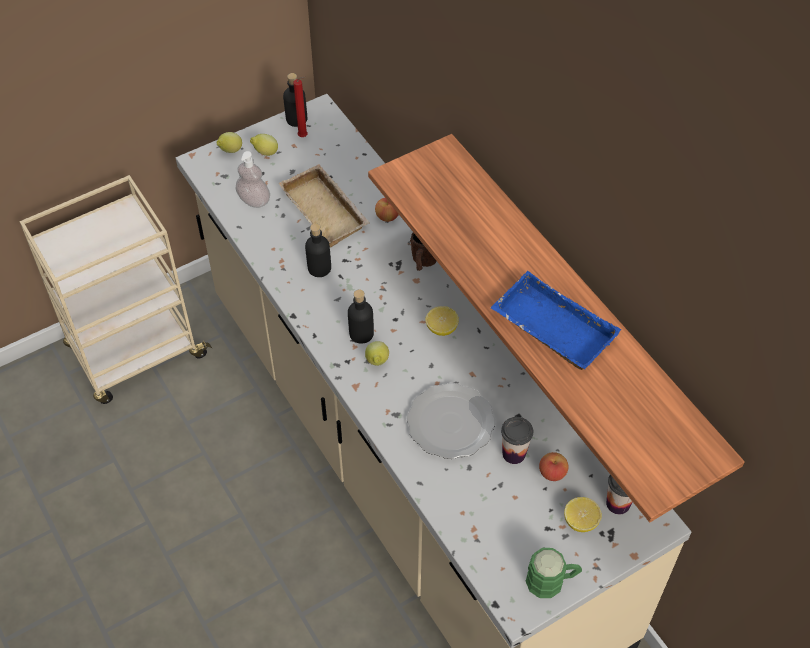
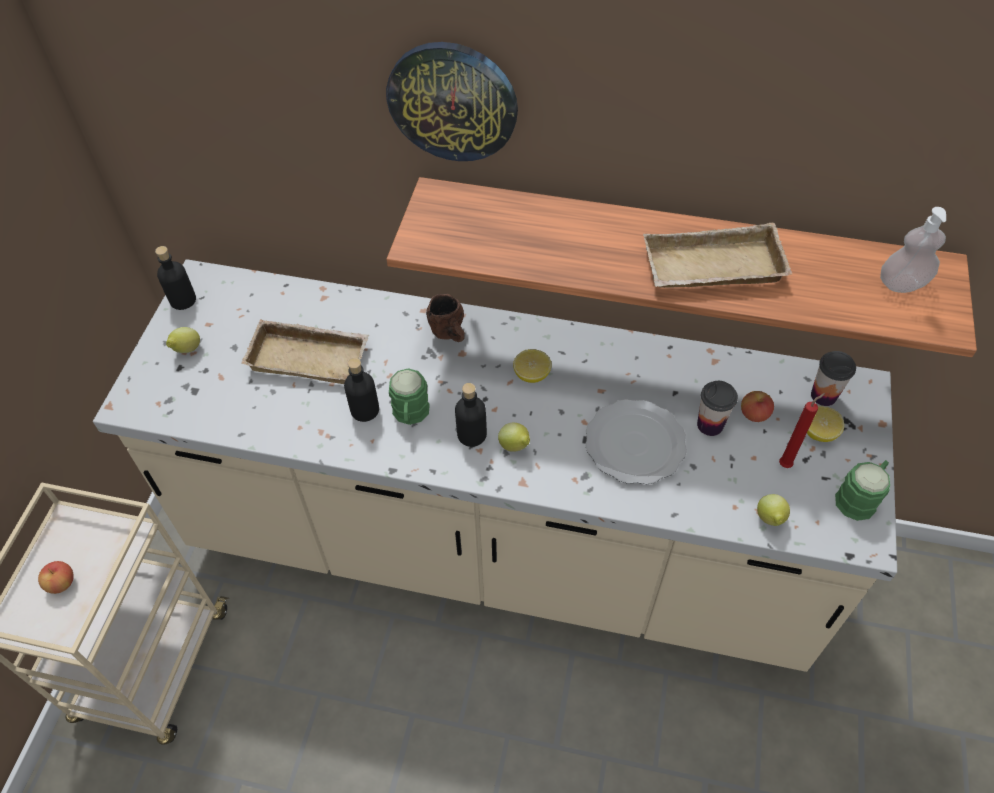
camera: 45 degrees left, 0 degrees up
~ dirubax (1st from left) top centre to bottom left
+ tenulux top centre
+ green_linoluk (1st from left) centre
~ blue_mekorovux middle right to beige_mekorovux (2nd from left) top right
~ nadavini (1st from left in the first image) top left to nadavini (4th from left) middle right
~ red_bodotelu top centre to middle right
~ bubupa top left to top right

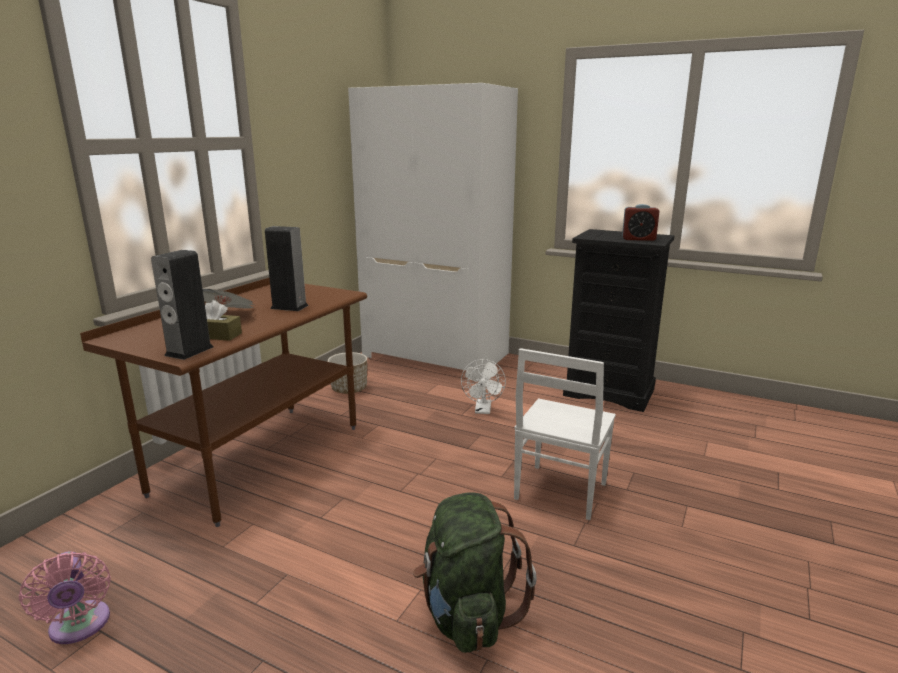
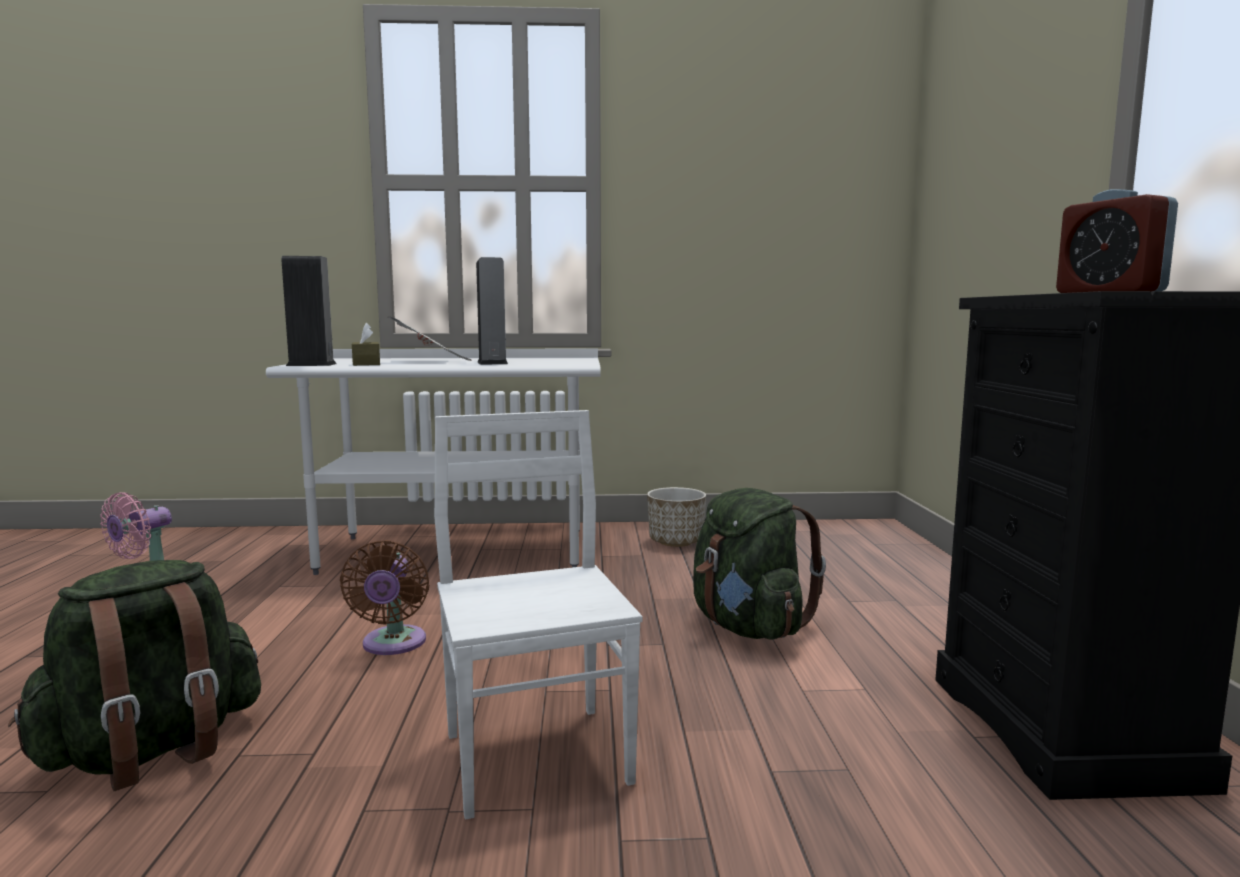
camera: 60 degrees right, 10 degrees down
~ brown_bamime middle left to white_bamime centre
+ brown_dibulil bottom left
~ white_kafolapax centre = bottom centre 75 degrees clockwise
~ white_dibulil centre to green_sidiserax (2nd from left) centre
- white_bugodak centre

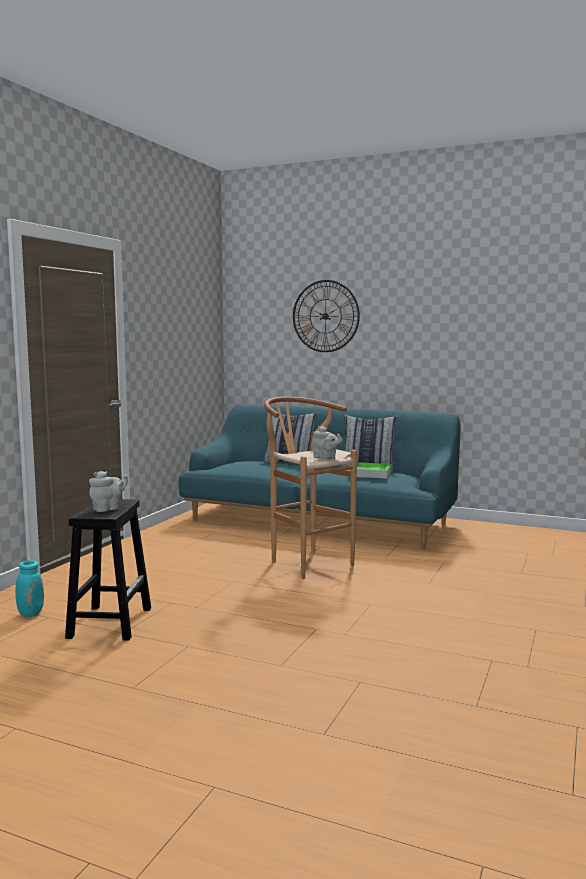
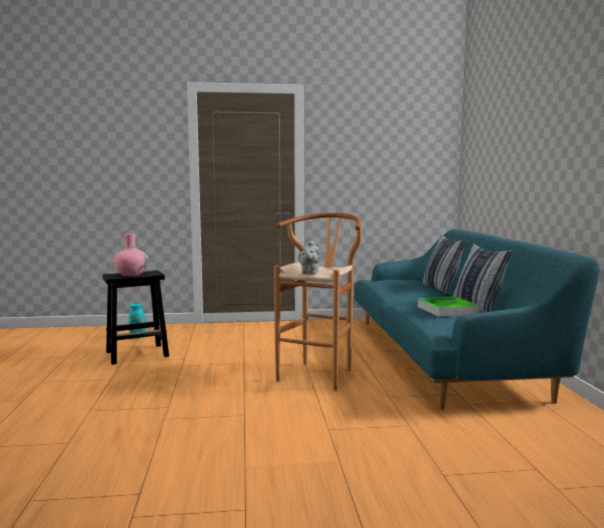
camera: 60 degrees right, 0 degrees up
~ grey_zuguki (1st from left) middle left to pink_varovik middle left
- tenulux centre

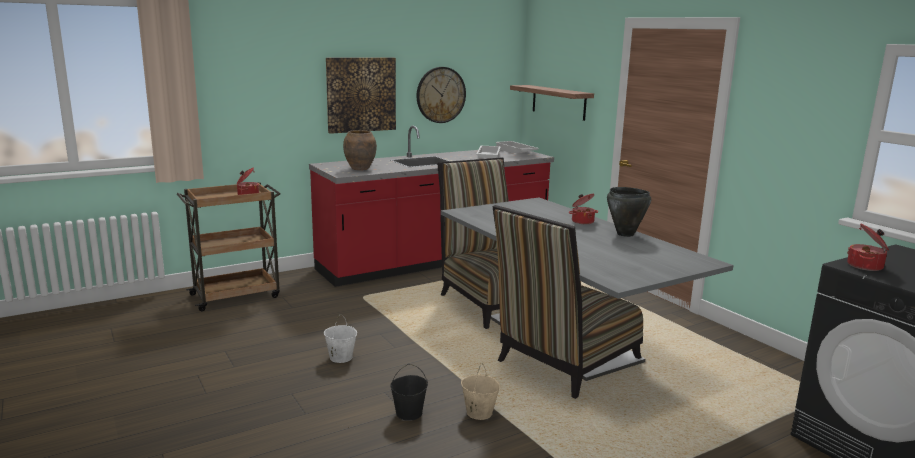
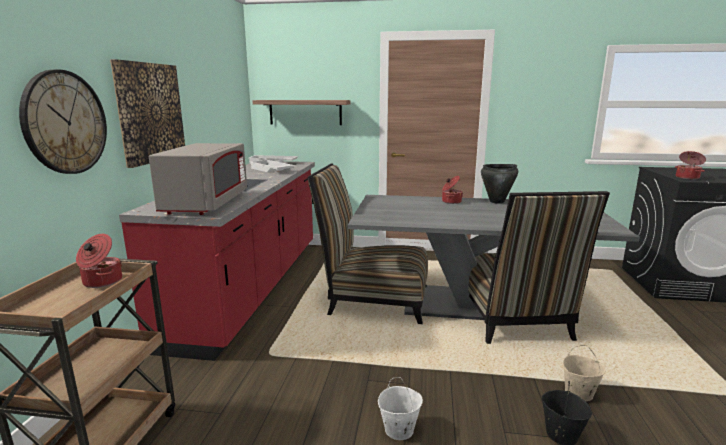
camera: 50 degrees left, 0 degrees up
~ tenulux top centre to top left
~ brown_varovik top centre to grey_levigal middle left

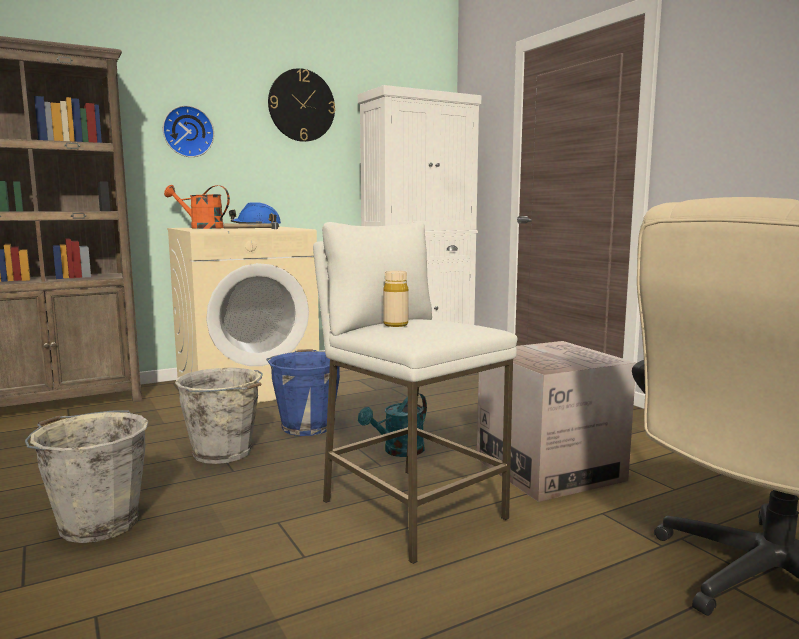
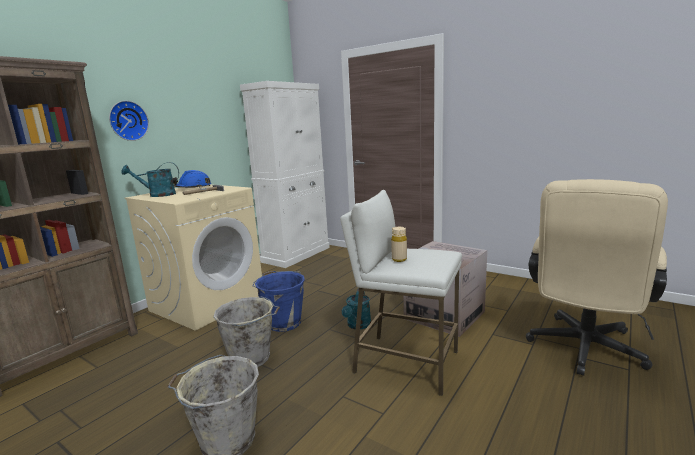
camera: 25 degrees left, 5 degrees up
~ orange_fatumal top left to turquoise_fatumal (1st from left) middle left
- tenulux (2nd from left) top centre

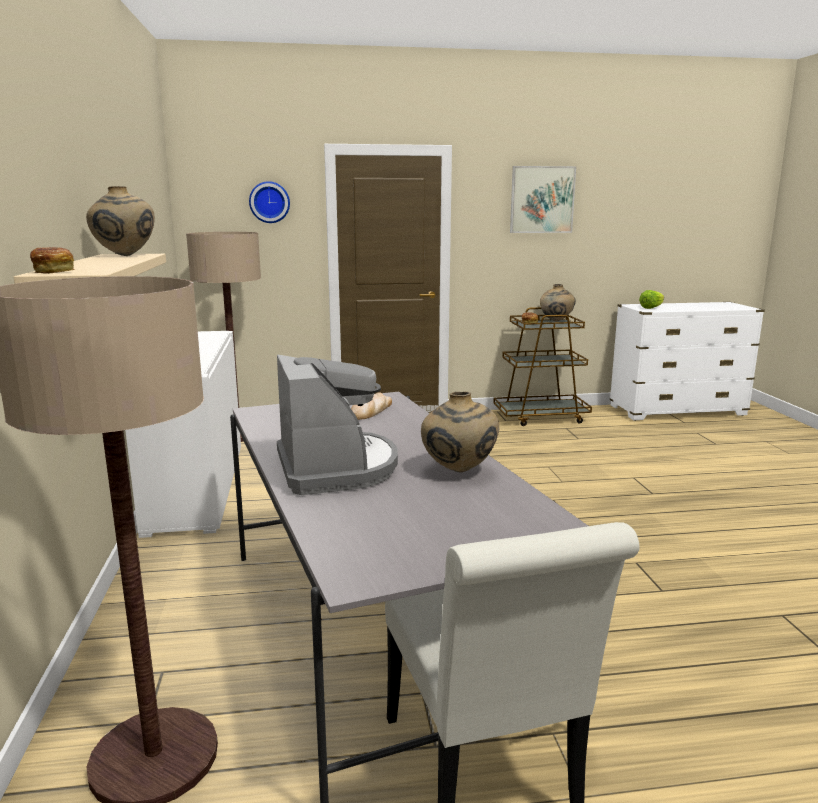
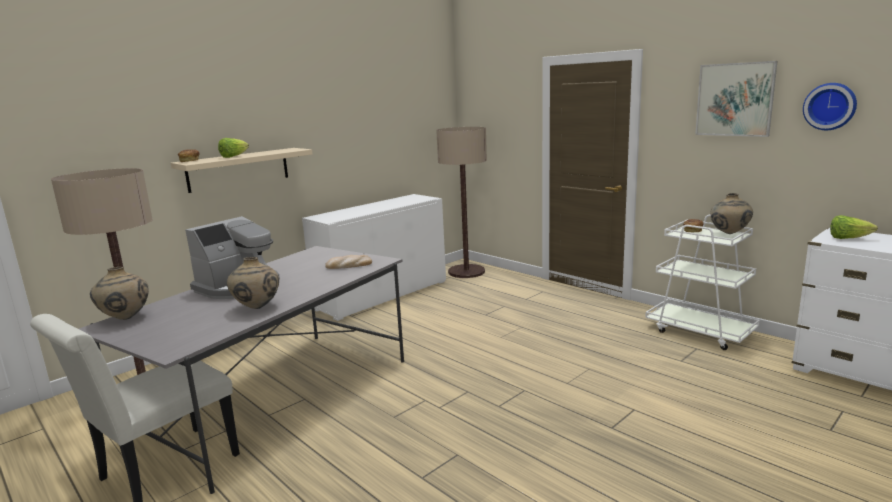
camera: 55 degrees right, 0 degrees up
~ beige_varovik (1st from left) top left to middle left
+ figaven (1st from left) top left
~ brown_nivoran centre to white_nivoran middle right
~ tenulux top left to top right

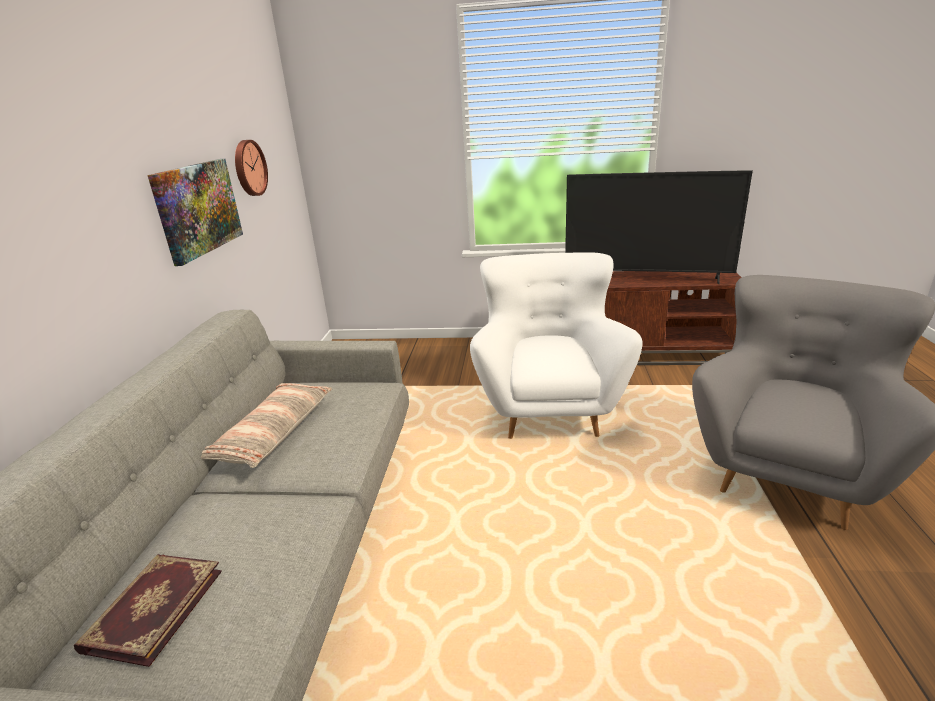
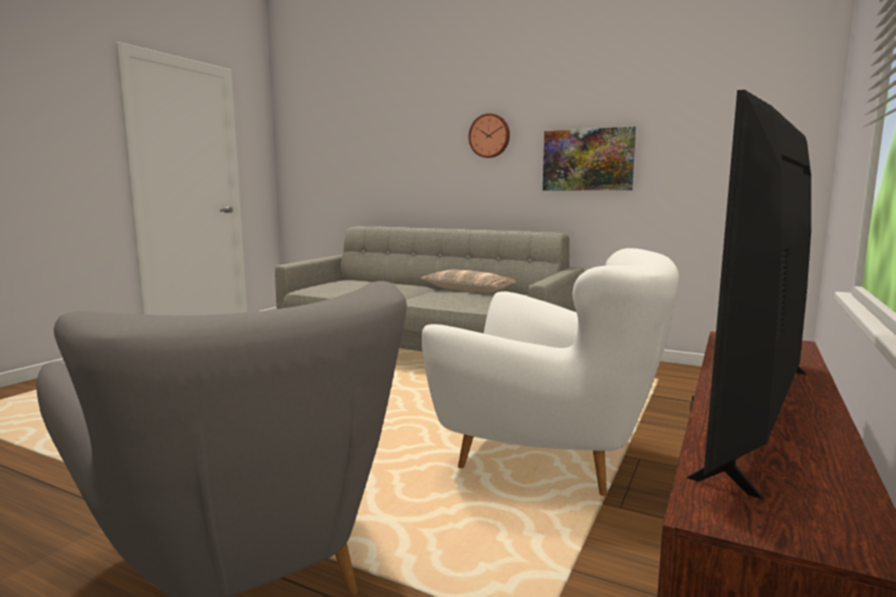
camera: 110 degrees right, 15 degrees down
~ tenulux top left to top centre
- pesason bottom left

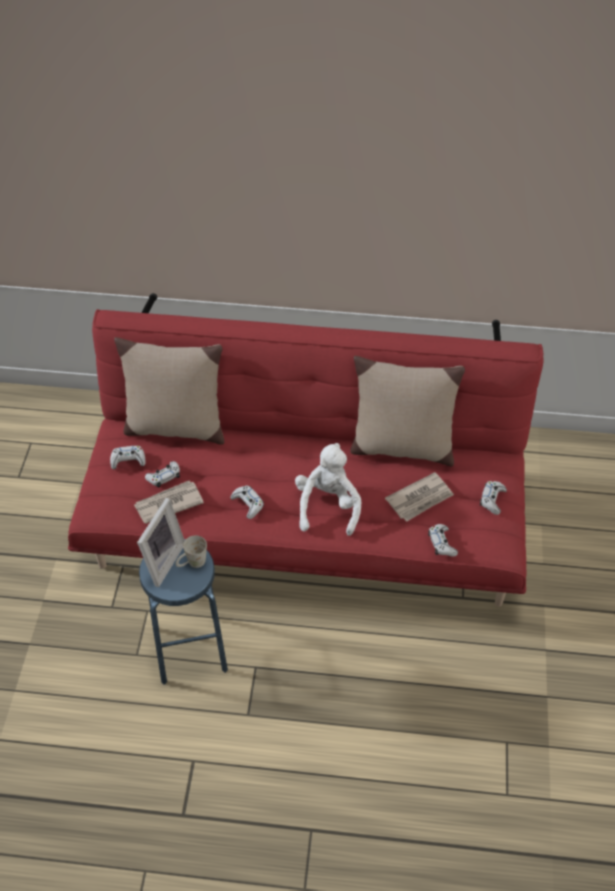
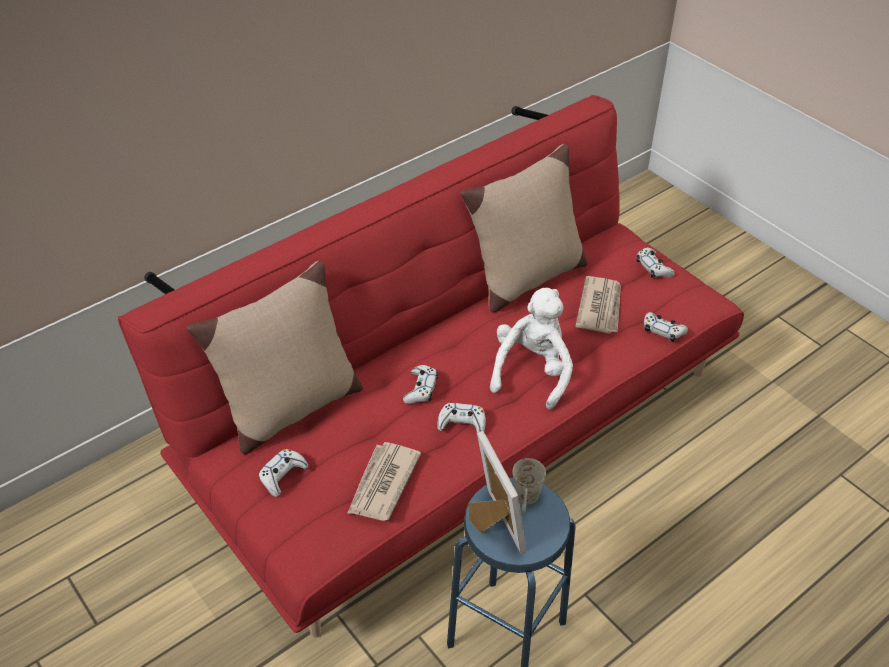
camera: 45 degrees left, 5 degrees down
~ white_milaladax (2nd from left) middle left to centre
~ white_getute centre = centre 60 degrees clockwise

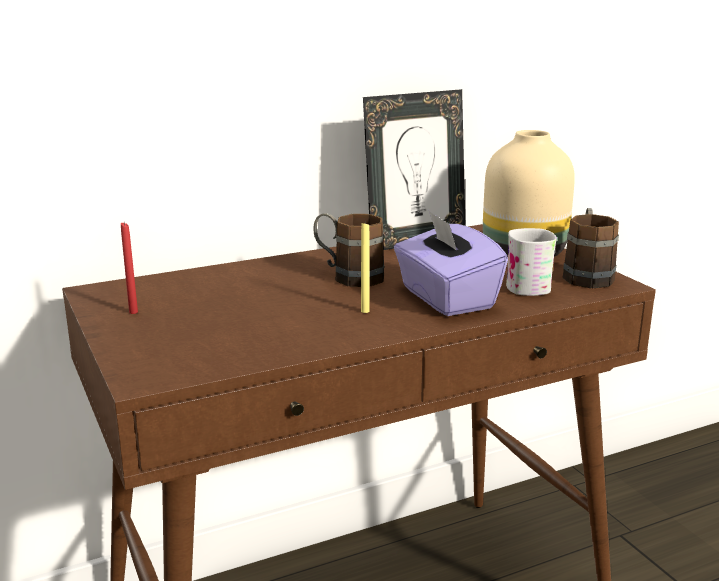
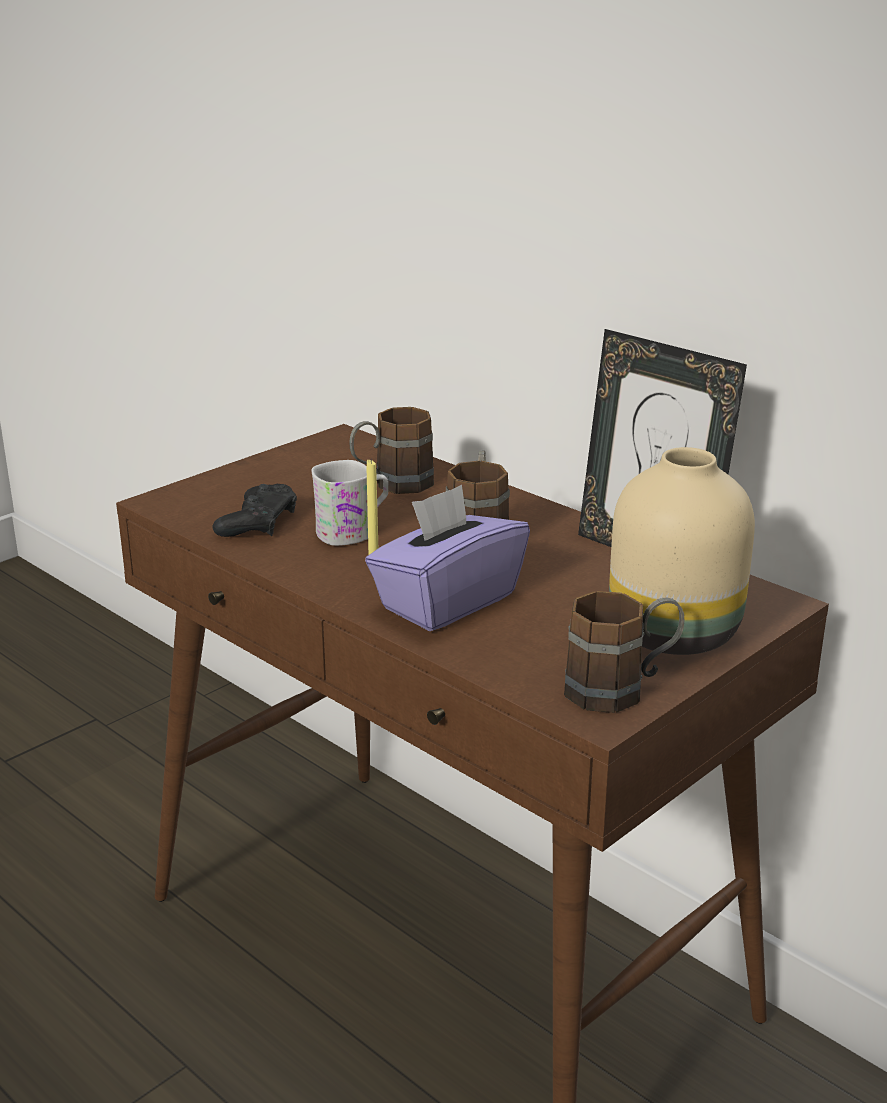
camera: 70 degrees right, 5 degrees up
+ black_milaladax middle left
~ white_linoluk middle right to centre
+ brown_linoluk (1st from left) centre
- red_bodotelu middle left

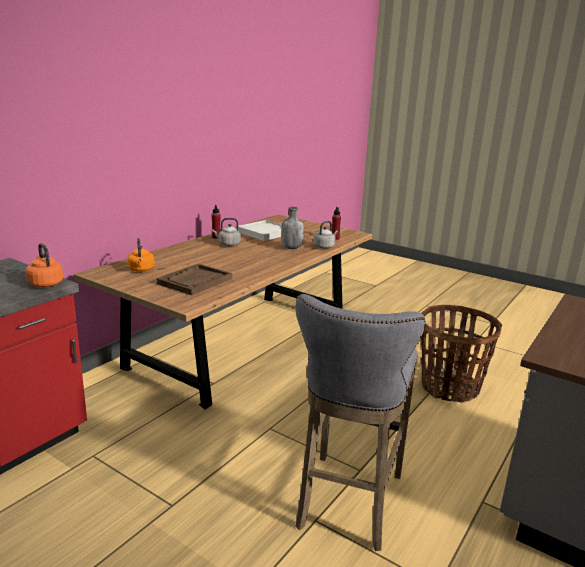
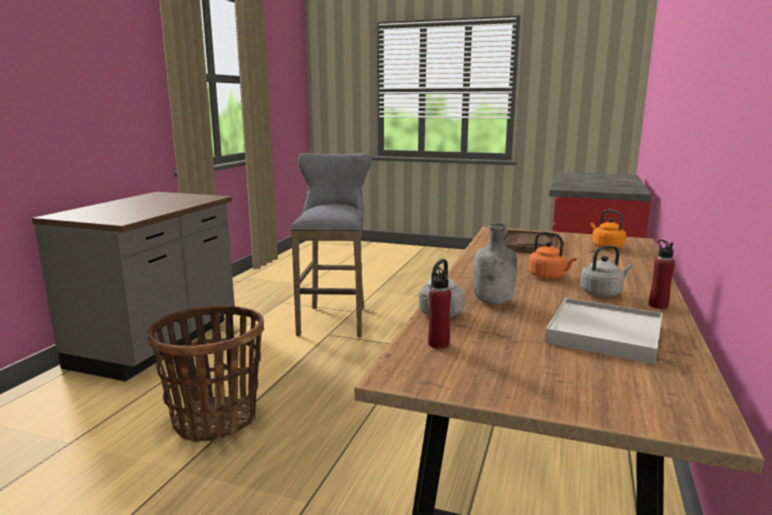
camera: 165 degrees right, 5 degrees down
~ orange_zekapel (1st from left) middle left to middle right

